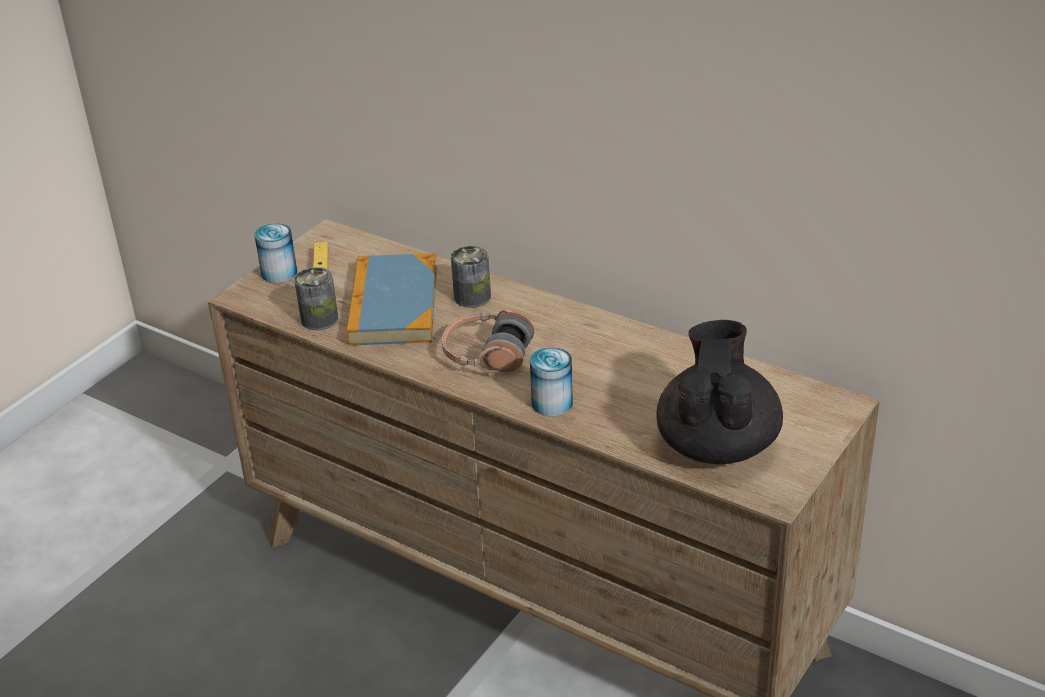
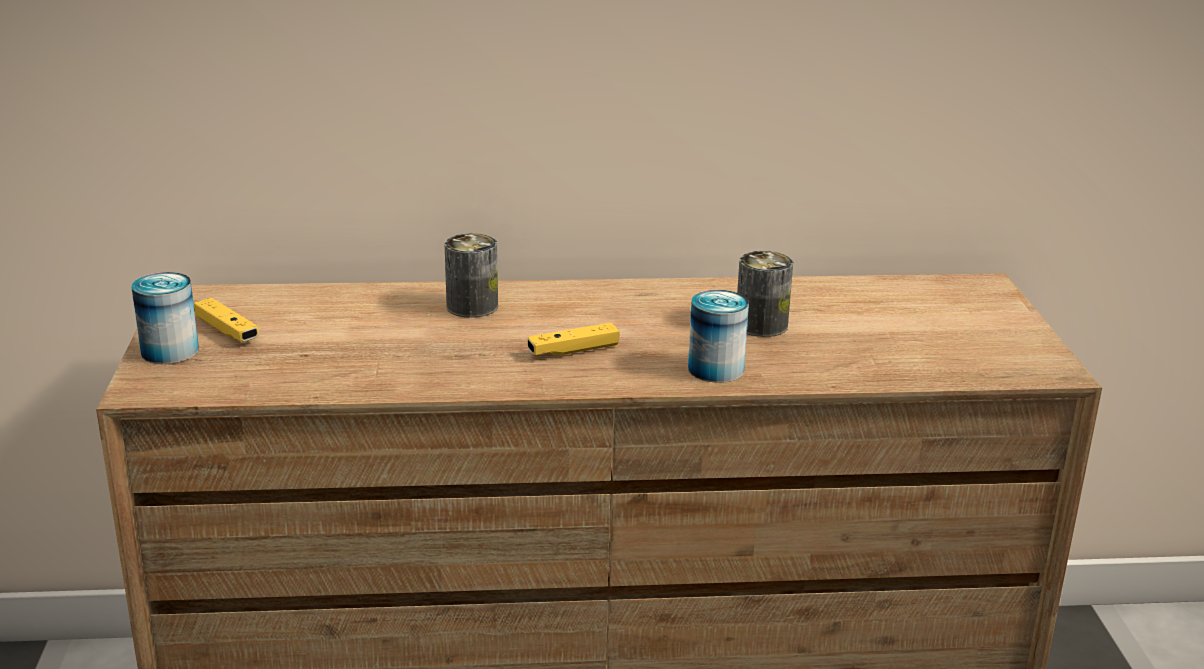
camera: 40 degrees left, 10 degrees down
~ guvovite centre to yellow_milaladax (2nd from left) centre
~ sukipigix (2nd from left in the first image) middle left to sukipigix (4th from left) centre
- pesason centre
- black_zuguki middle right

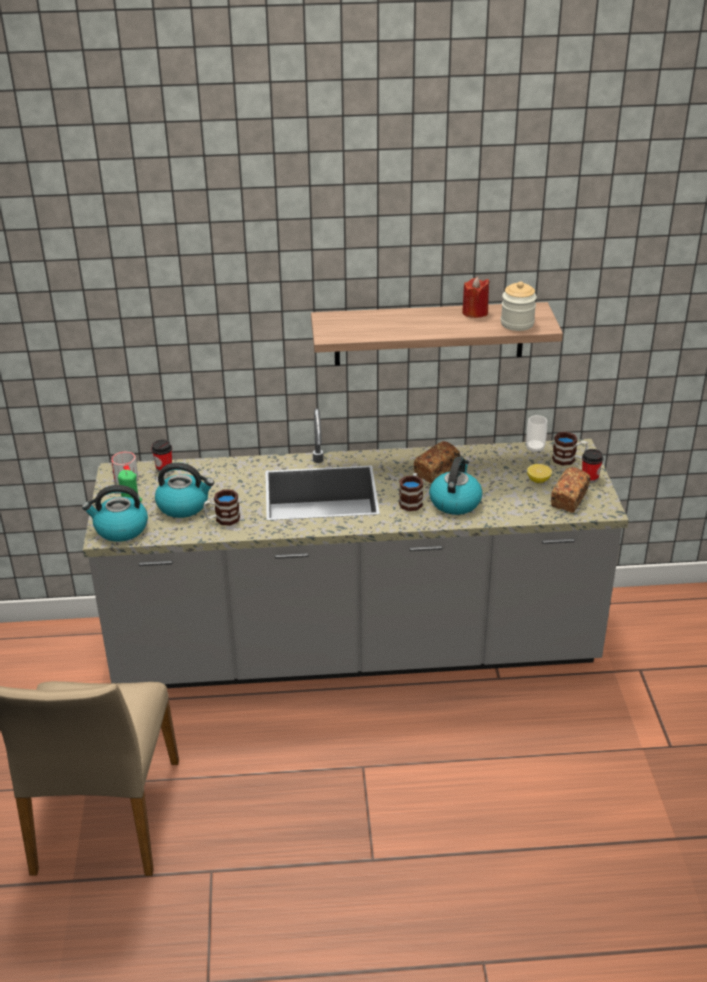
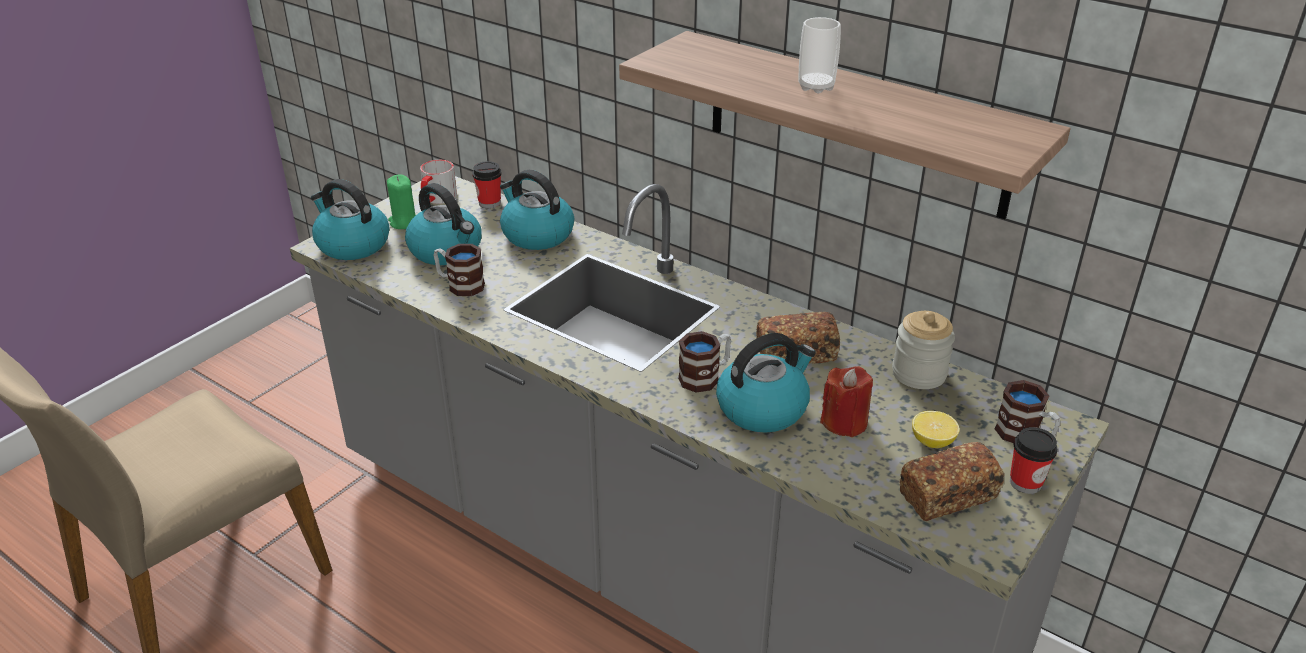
camera: 40 degrees right, 0 degrees up
+ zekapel (3rd from left) top centre
~ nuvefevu (2nd from left) middle right to top centre
~ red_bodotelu top right to centre
~ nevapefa top right to middle right

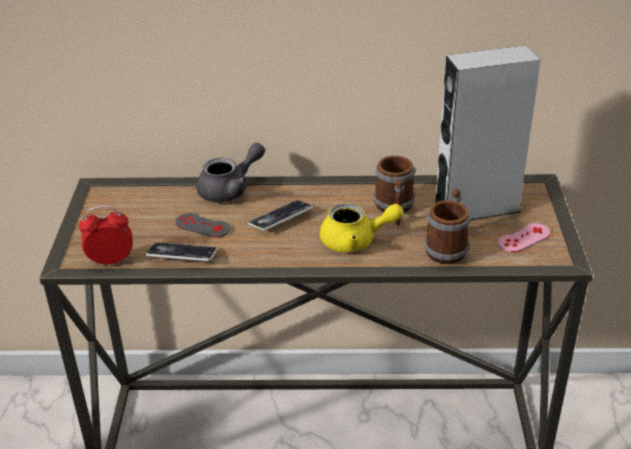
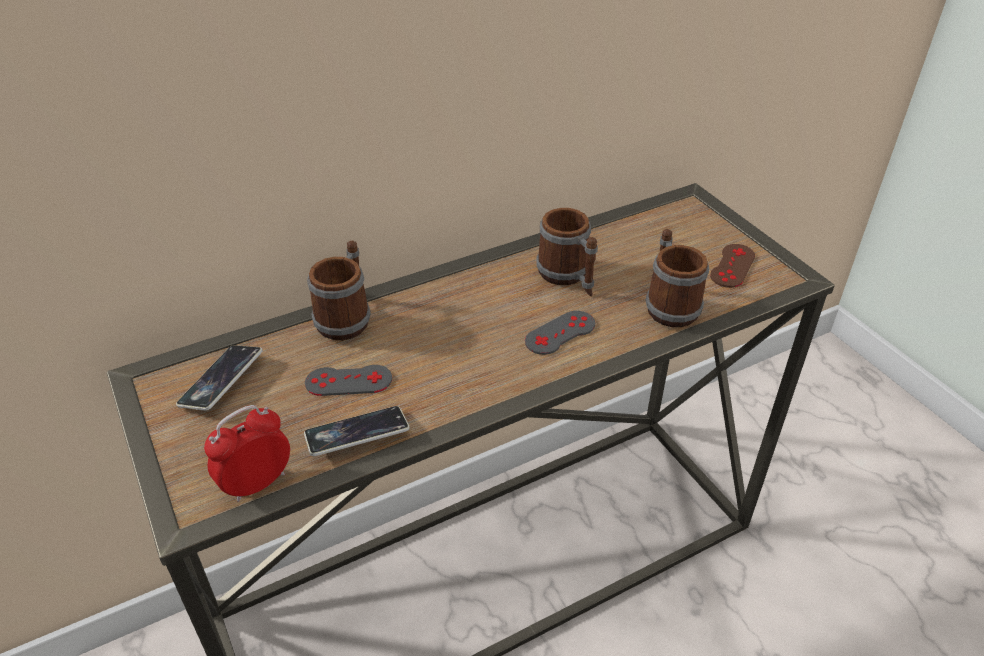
camera: 30 degrees left, 5 degrees up
~ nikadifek (2nd from left in the first image) centre to nikadifek (1st from left) middle left
~ grey_zuguki centre to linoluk (1st from left) centre
~ yellow_zuguki centre to grey_milaladax (2nd from left) centre
~ pink_milaladax middle right to brown_milaladax middle right
- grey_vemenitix top right

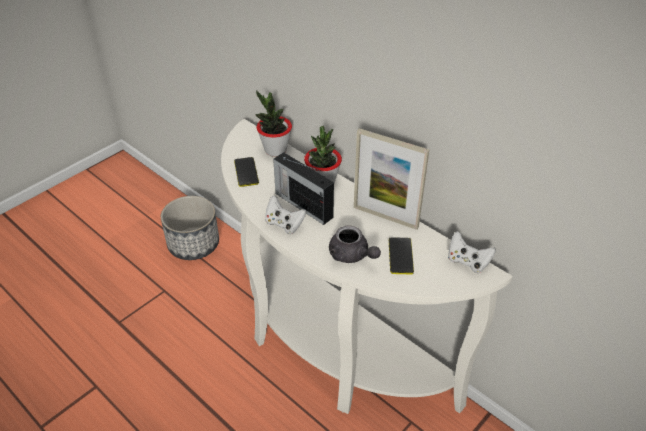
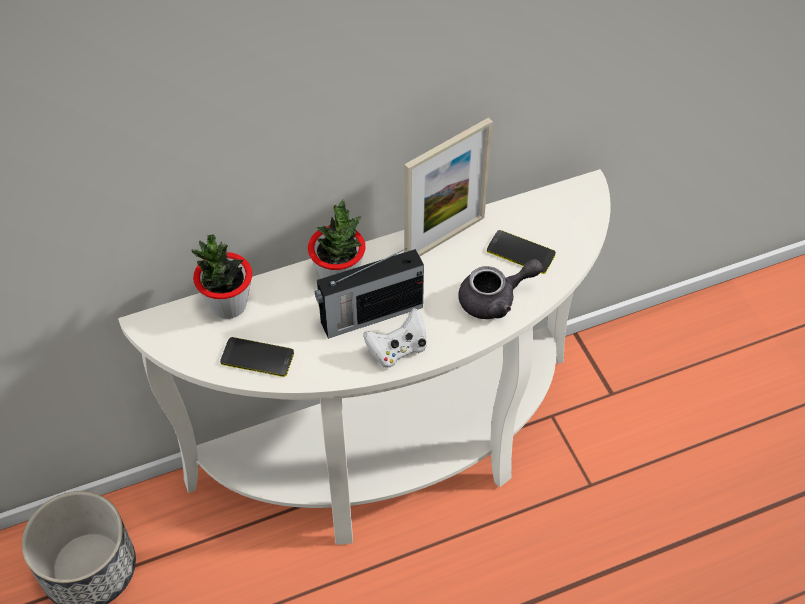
camera: 65 degrees left, 10 degrees up
- white_milaladax (2nd from left) middle right

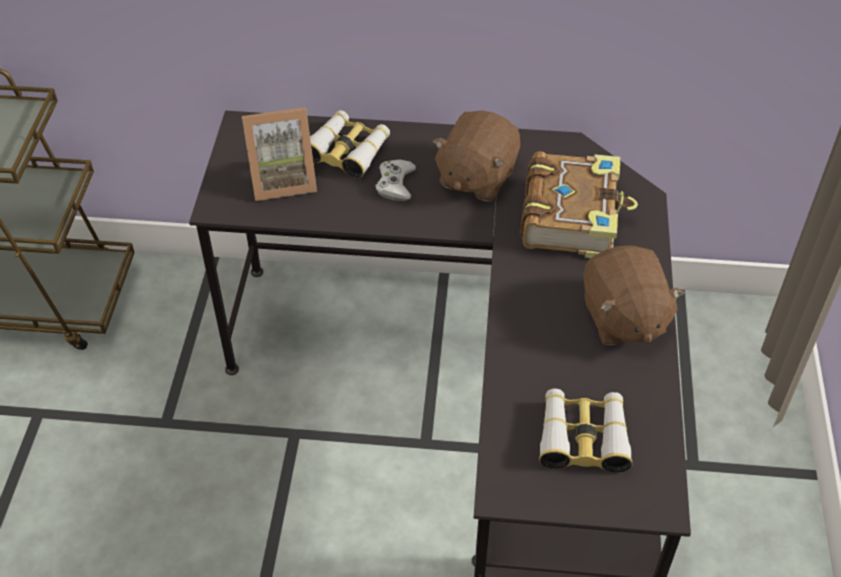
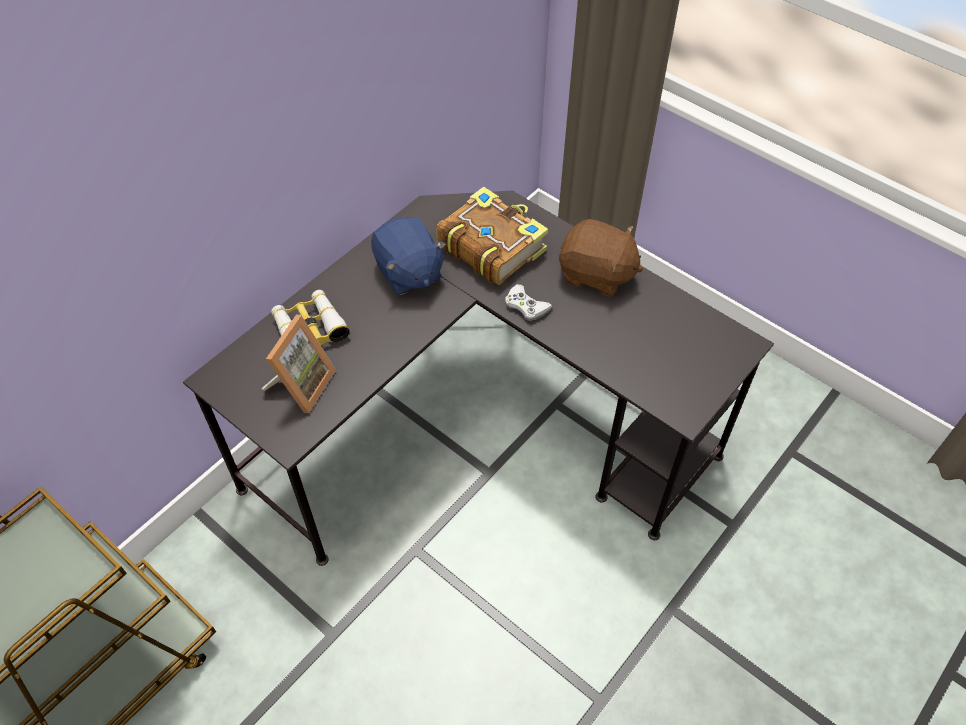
camera: 55 degrees left, 5 degrees up
~ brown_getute (1st from left) top centre to blue_getute centre
~ white_milaladax top centre to centre
- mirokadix (2nd from left) bottom right

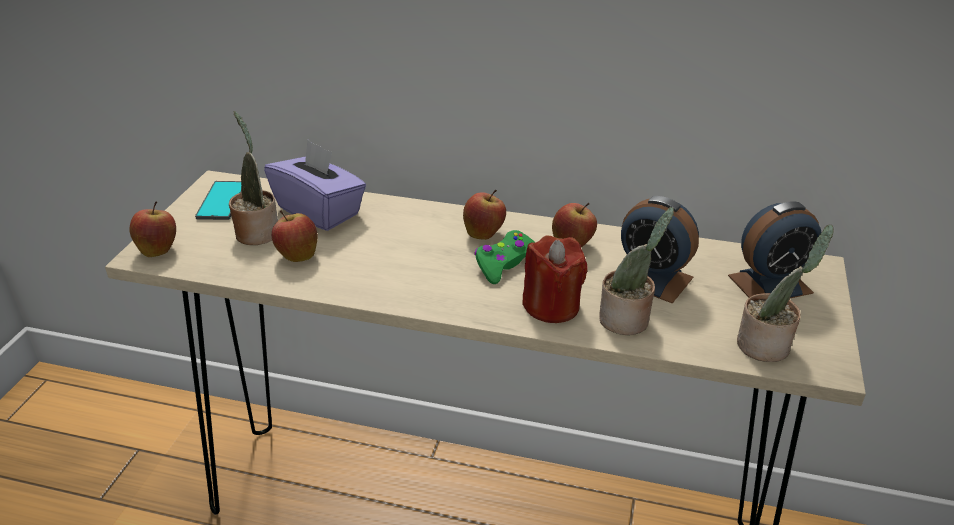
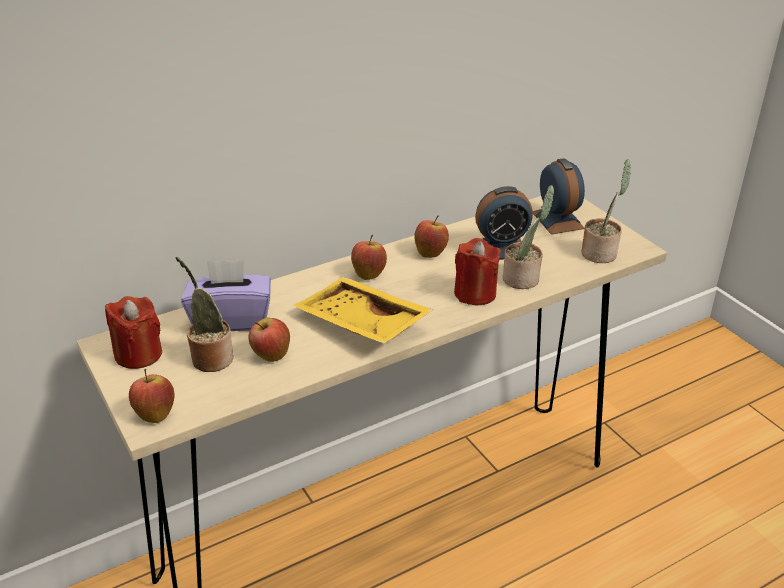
camera: 45 degrees left, 0 degrees up
~ nikadifek middle left to red_bodotelu (1st from left) middle left
+ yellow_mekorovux centre
~ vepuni (2nd from left) middle right = middle right 45 degrees counterclockwise
- green_milaladax centre

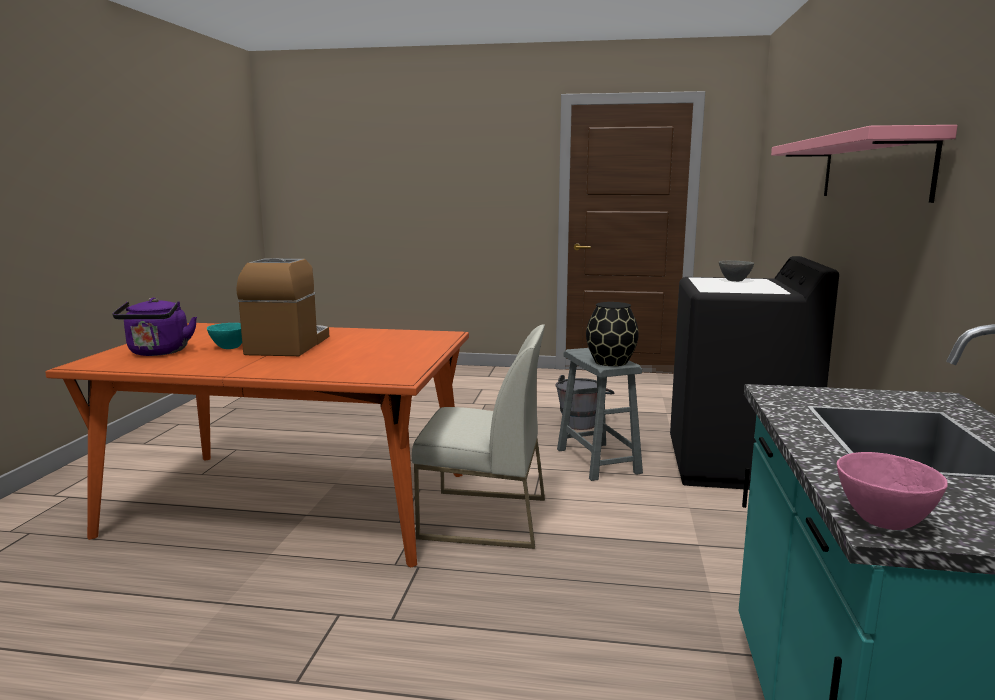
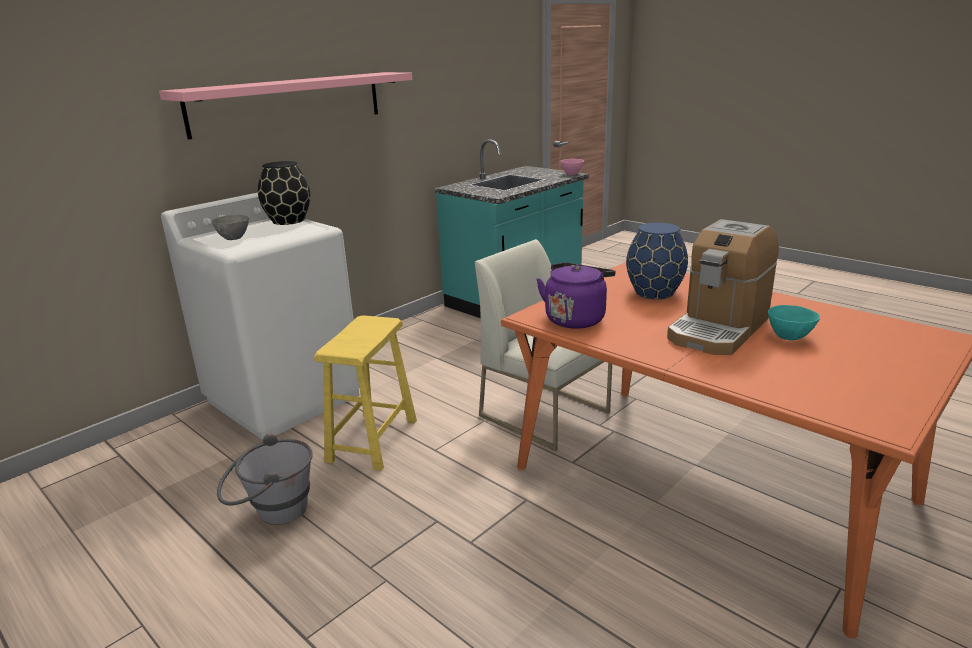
camera: 145 degrees left, 10 degrees up
~ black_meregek middle right to white_meregek middle left
~ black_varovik centre to top left
~ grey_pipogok centre to yellow_pipogok centre
~ purple_zekapel middle left to centre
+ blue_varovik middle right

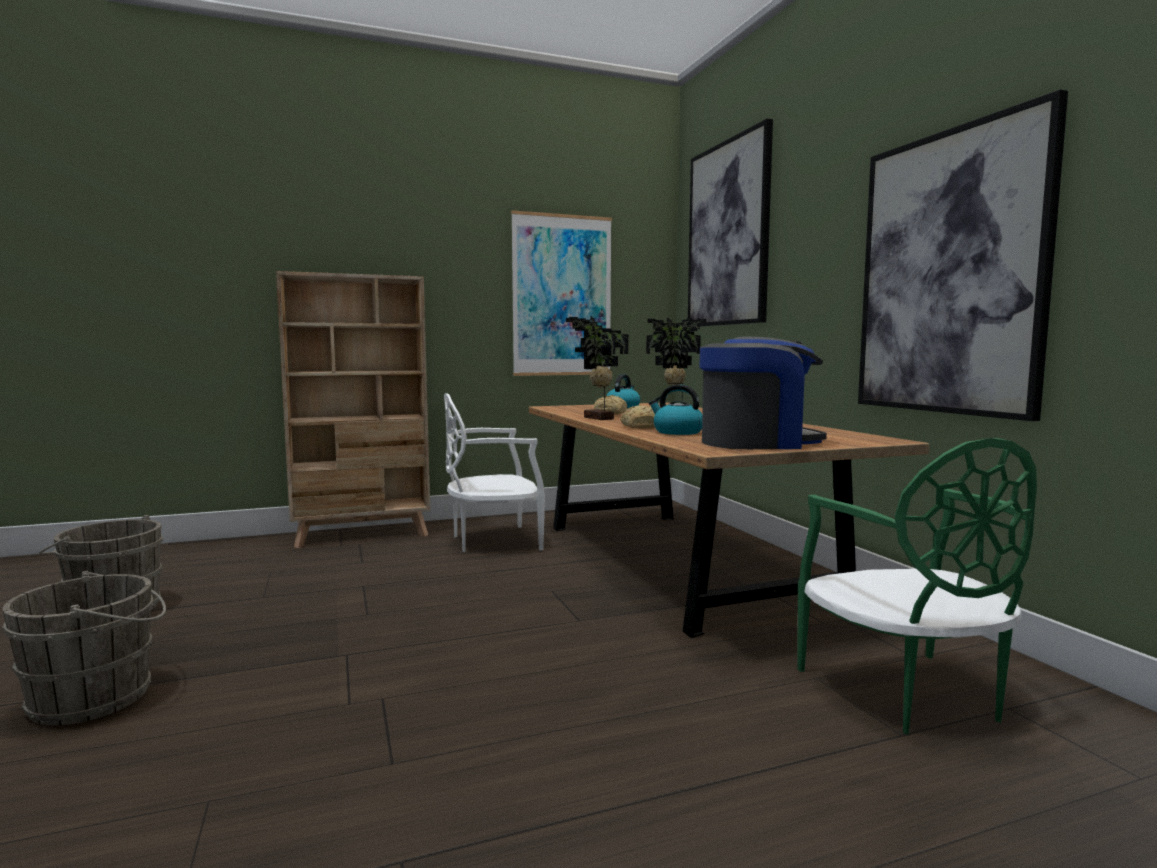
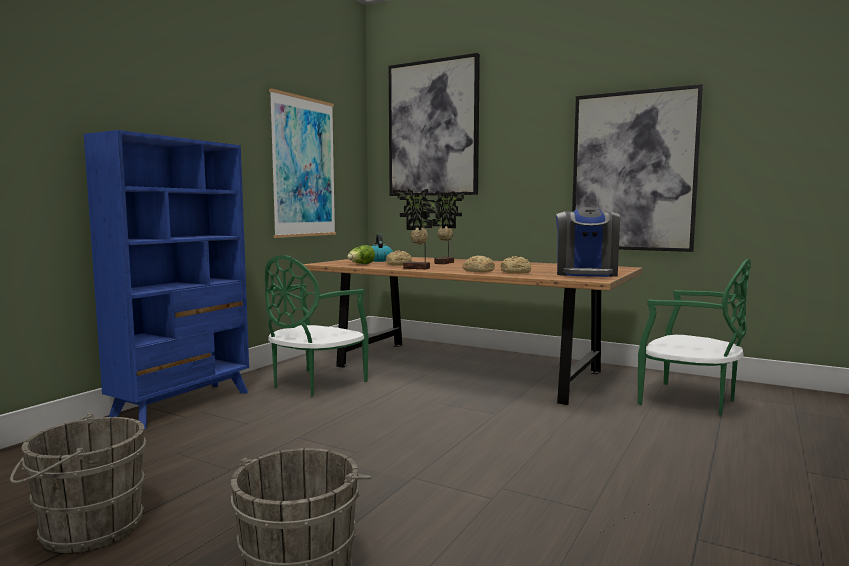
camera: 40 degrees left, 0 degrees up
~ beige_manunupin middle left to blue_manunupin middle left
~ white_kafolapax centre to green_kafolapax (1st from left) centre
+ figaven centre
~ zekapel (2nd from left) centre to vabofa (3rd from left) centre
~ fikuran centre = middle right 150 degrees clockwise

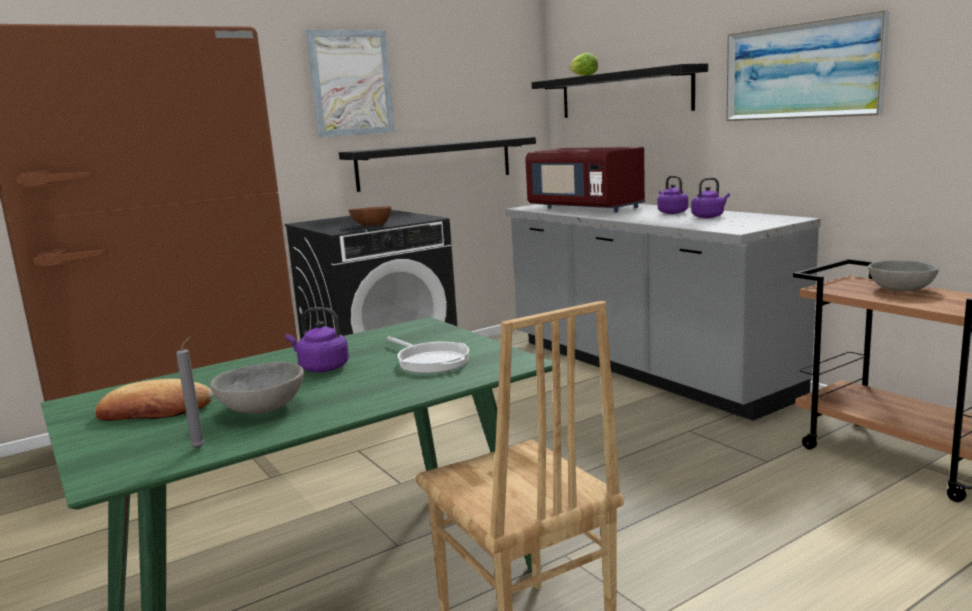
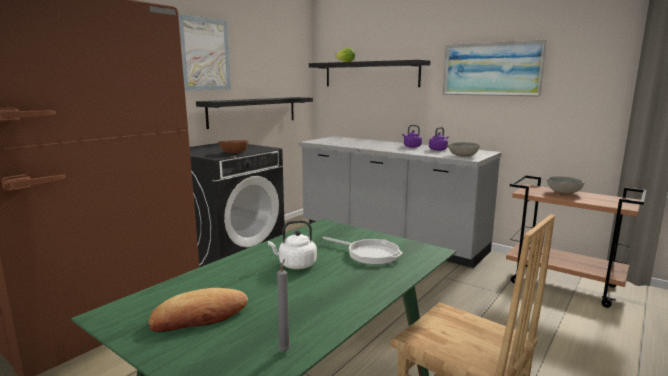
camera: 20 degrees left, 0 degrees up
~ purple_zekapel (1st from left) middle left to white_zekapel centre
~ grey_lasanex (1st from left) middle left to middle right
- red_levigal top centre

